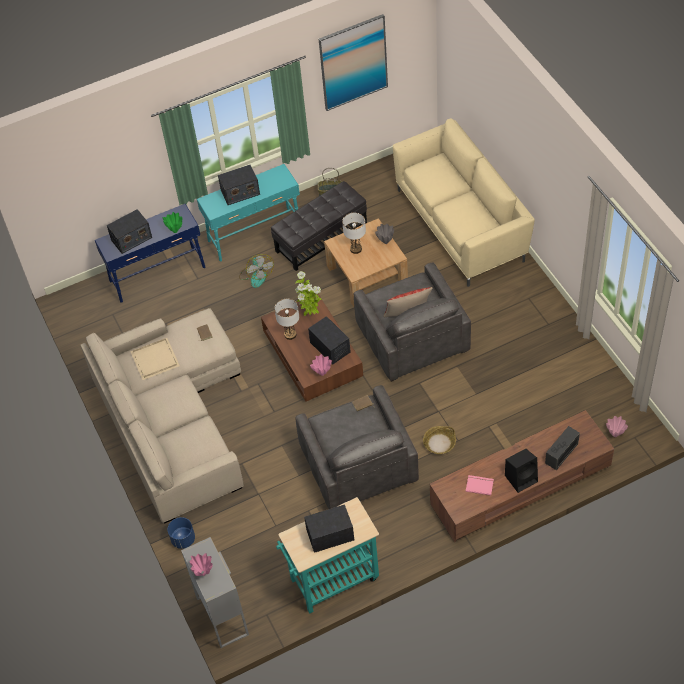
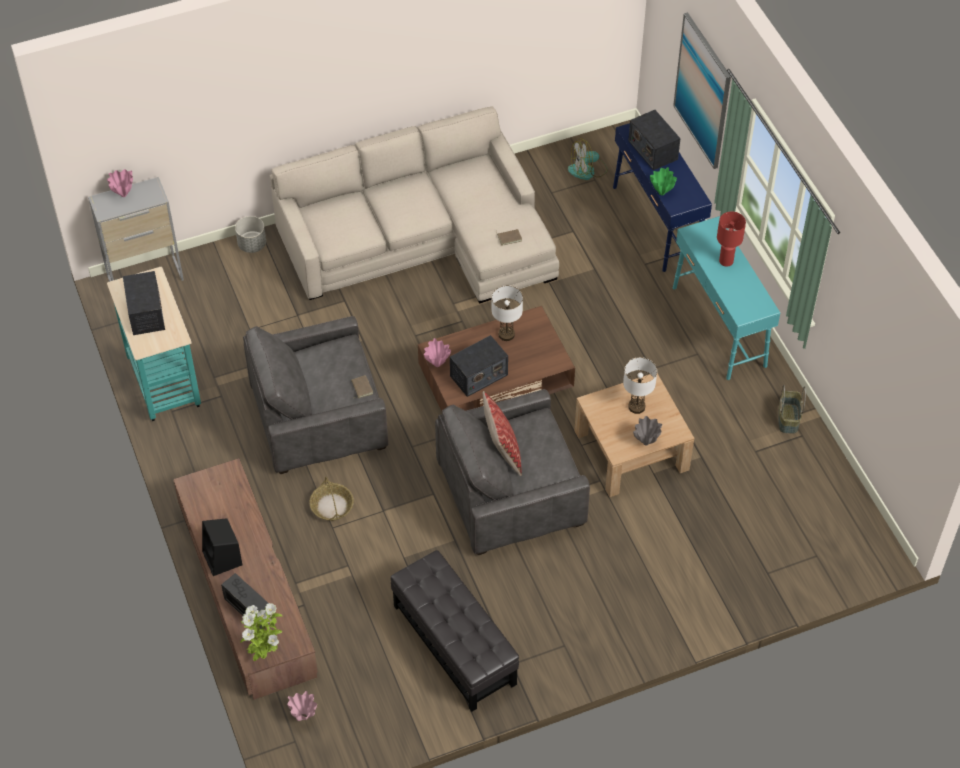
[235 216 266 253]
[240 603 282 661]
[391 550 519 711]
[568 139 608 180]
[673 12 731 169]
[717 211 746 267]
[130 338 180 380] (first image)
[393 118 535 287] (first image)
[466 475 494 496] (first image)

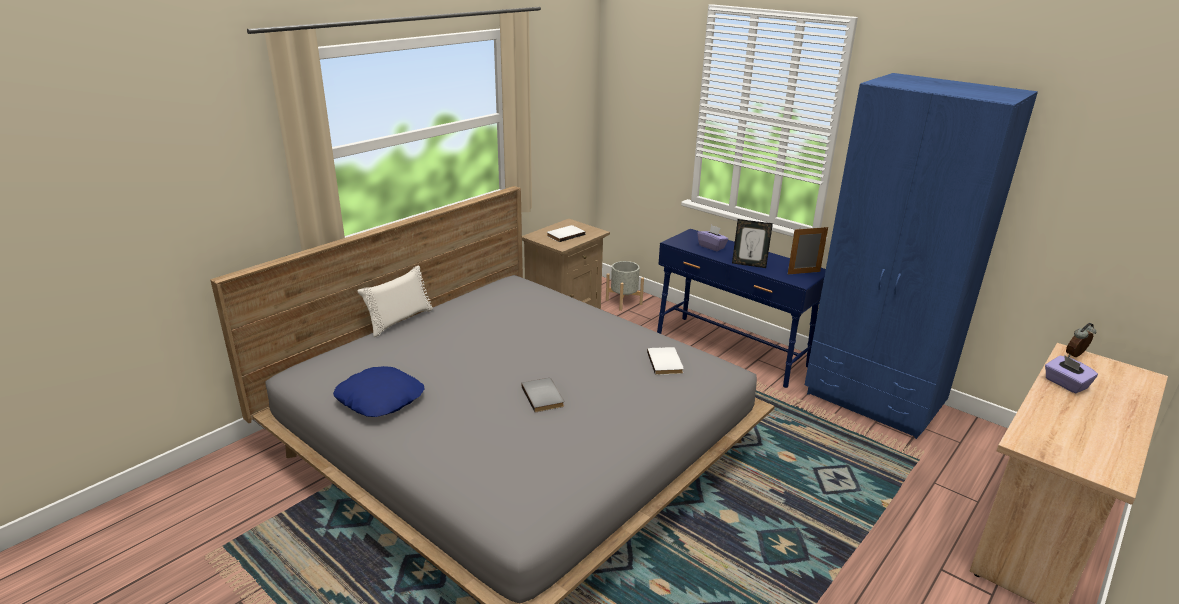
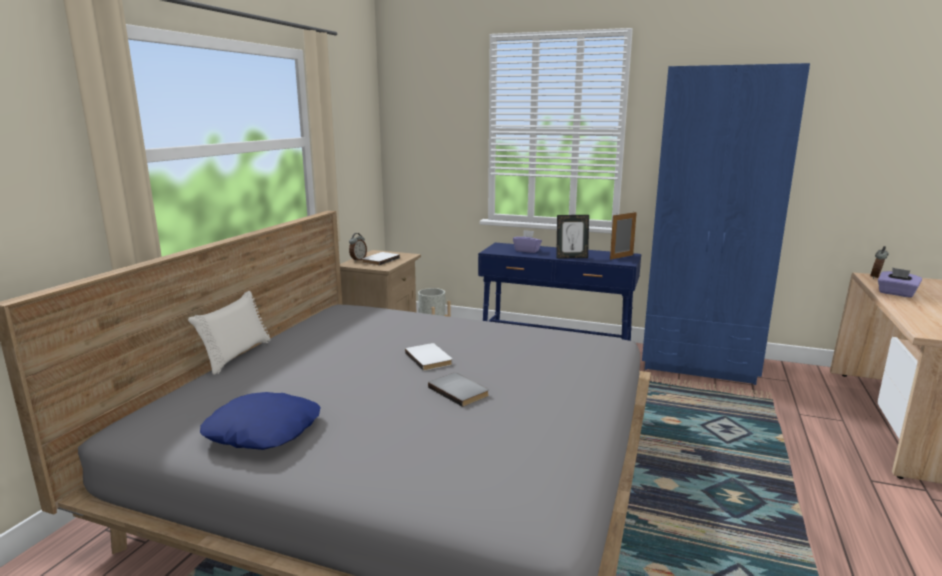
[349 233 367 262]
[405 343 452 371]

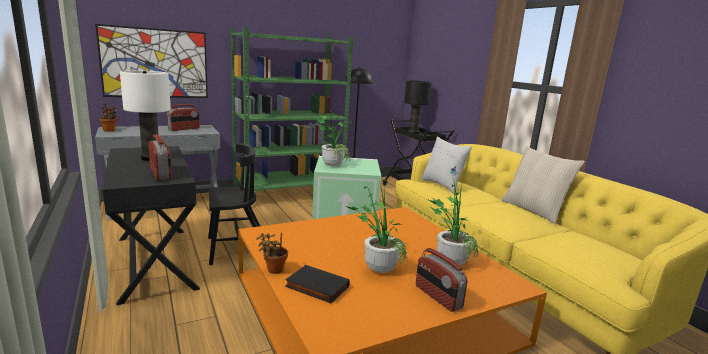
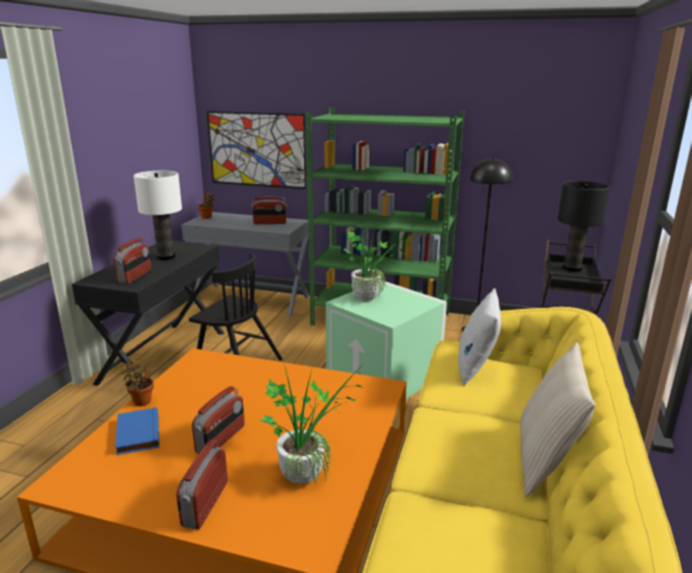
[115 407 159 455]
[192 386 245 454]

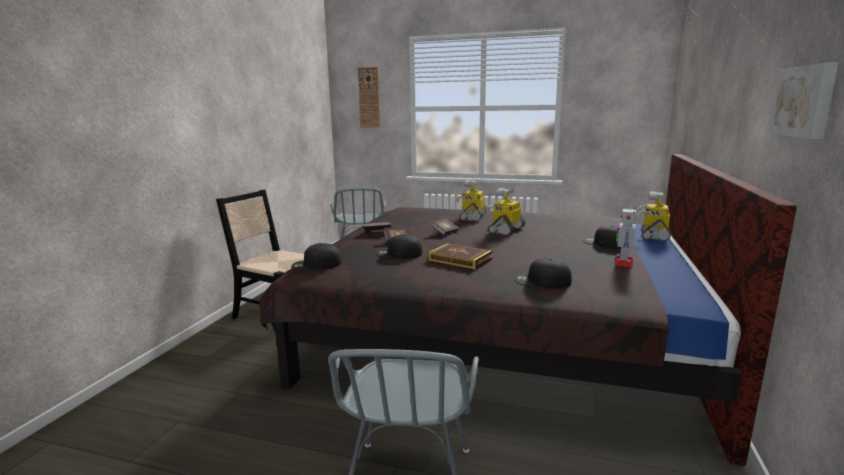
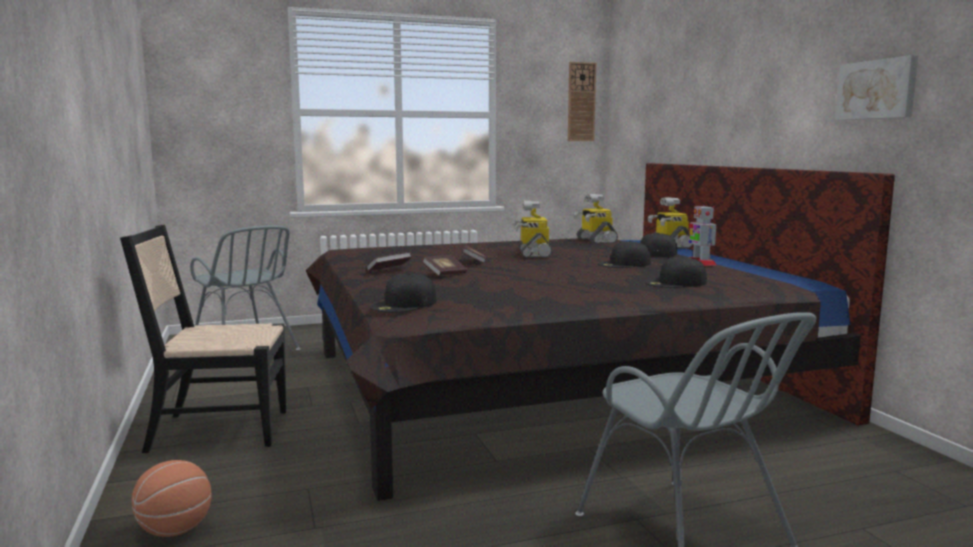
[132 460 212 537]
[568 62 596 141]
[574 194 618 244]
[598 241 651 268]
[429 243 493 270] (first image)

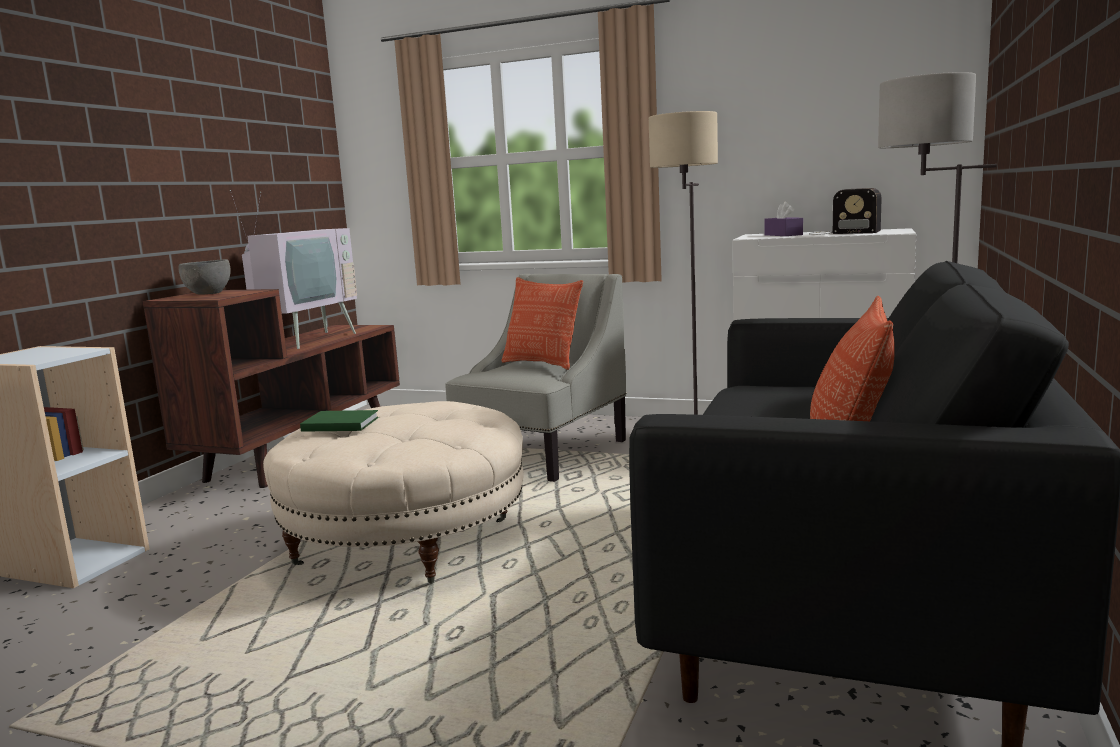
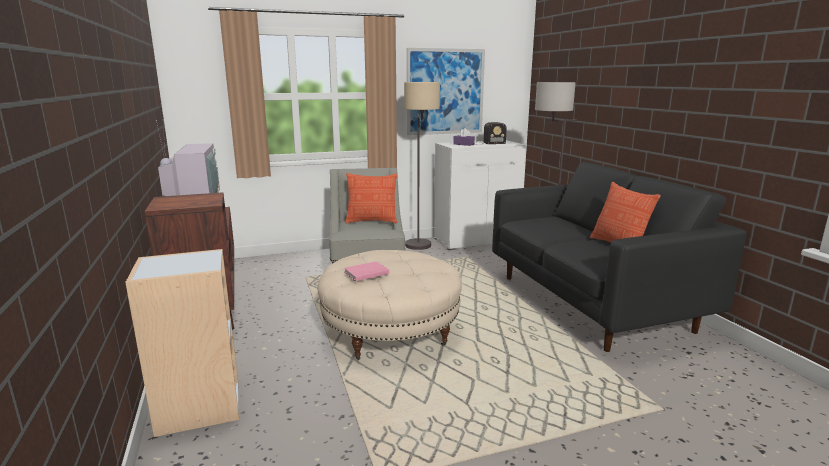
[344 261 389 281]
[407 48 485 135]
[179 259 231 295] (first image)

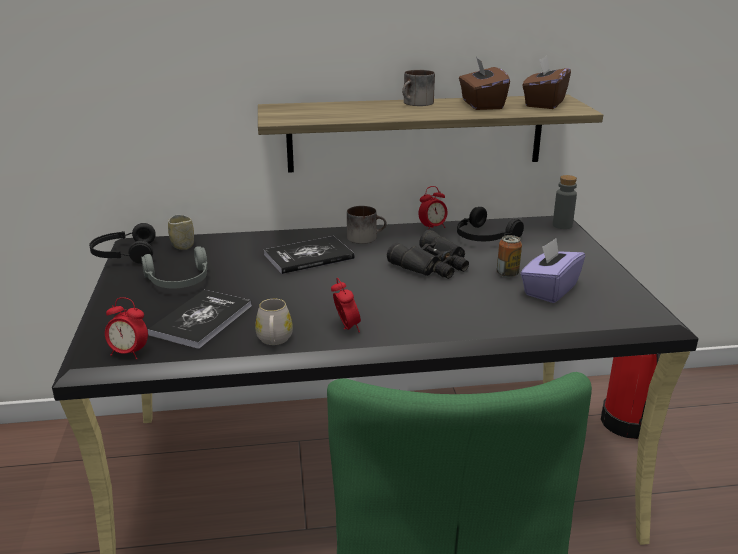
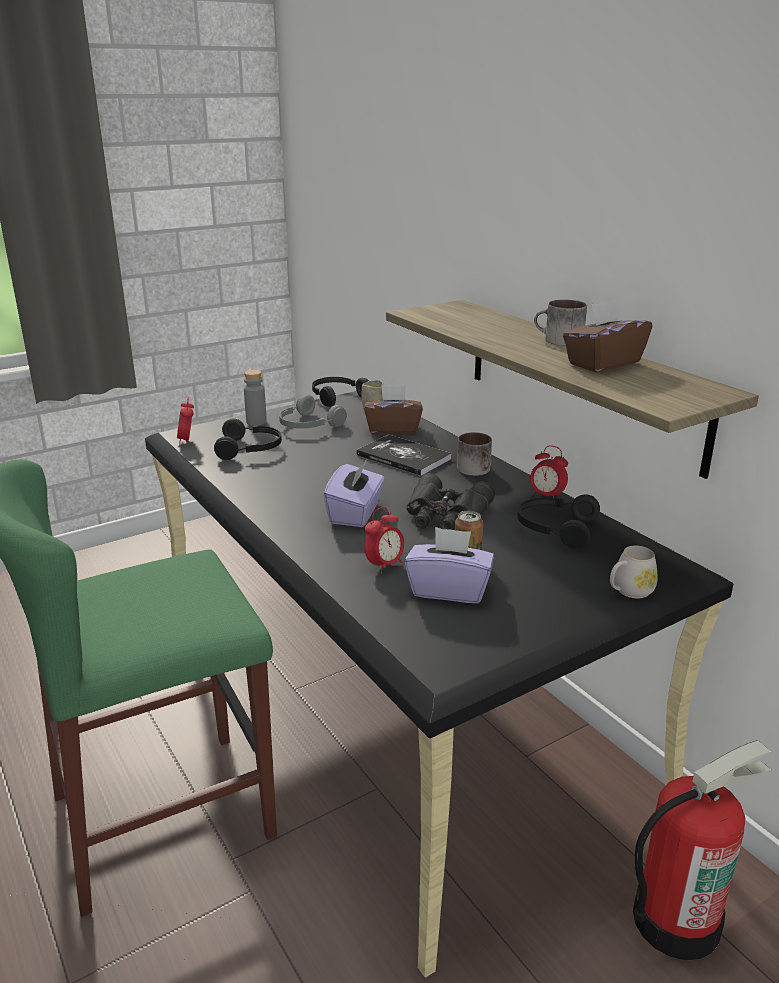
[214 418 282 460]
[244 370 267 426]
[324 460 385 527]
[364 385 423 434]
[364 507 404 574]
[610 545 658 598]

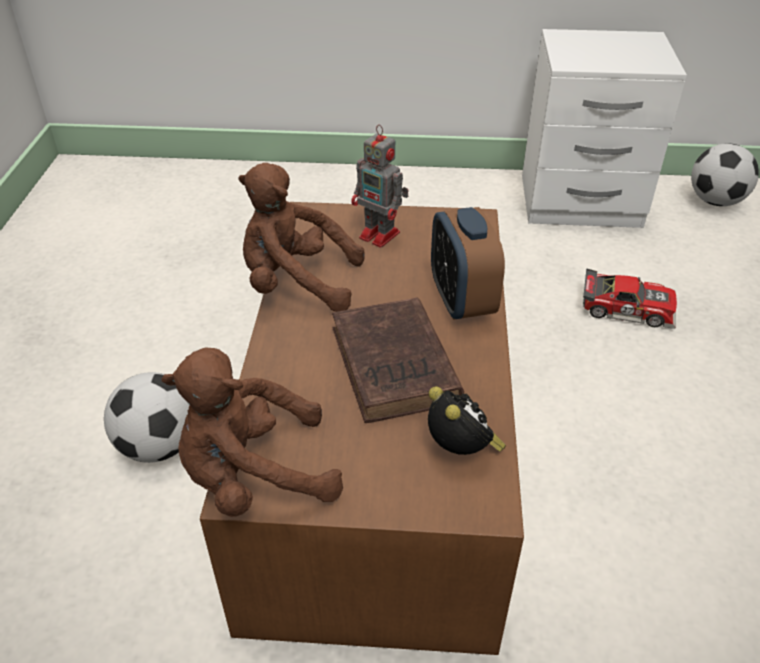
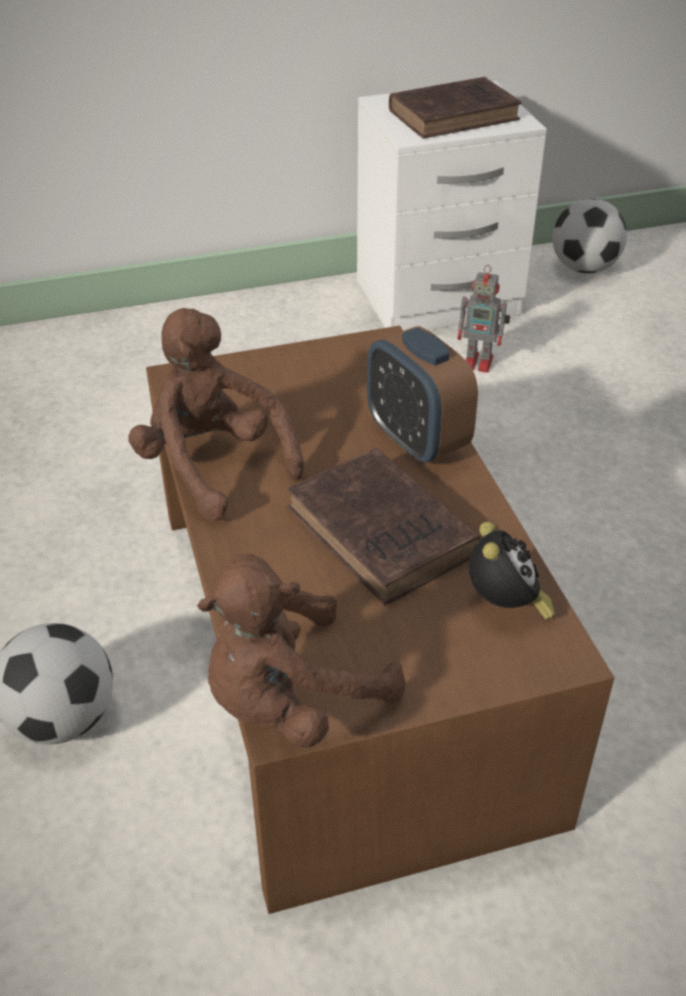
[128 308 304 521]
[389 77 522 139]
[457 265 510 373]
[469 522 555 620]
[583 269 677 329] (first image)

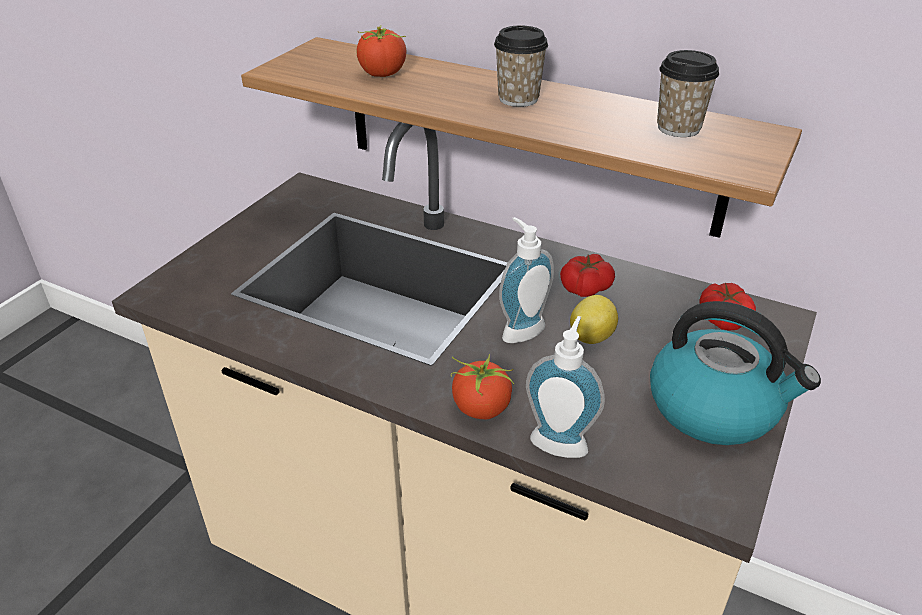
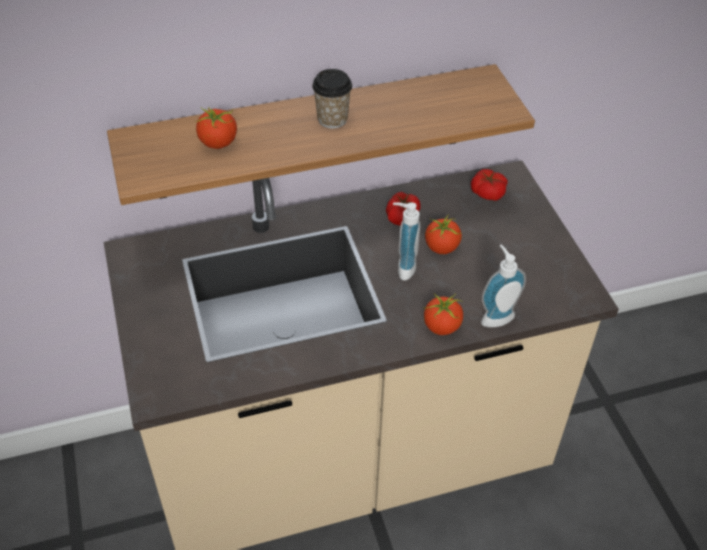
[425 215 462 254]
[650 301 821 445] (first image)
[657 50 719 137] (first image)

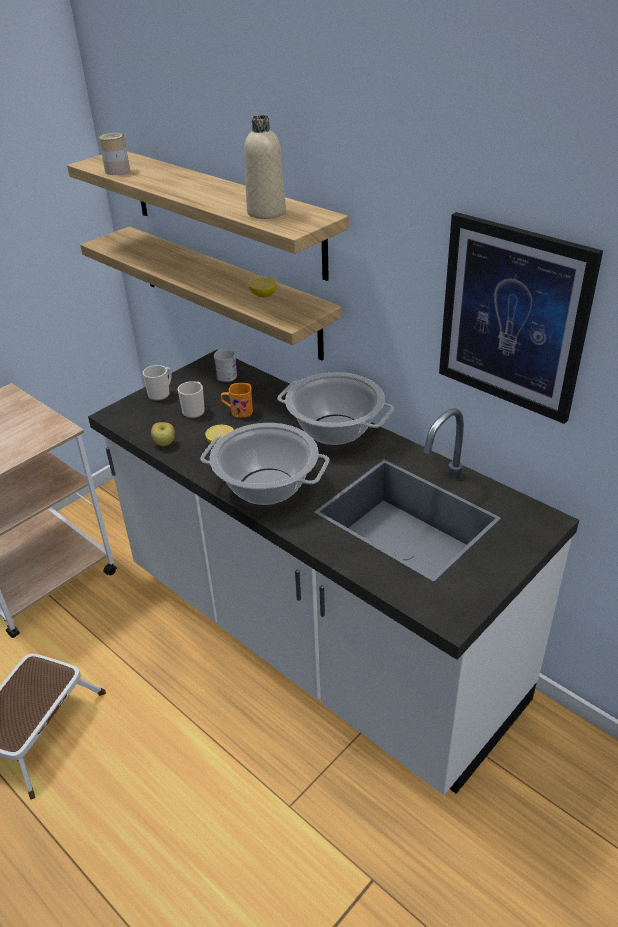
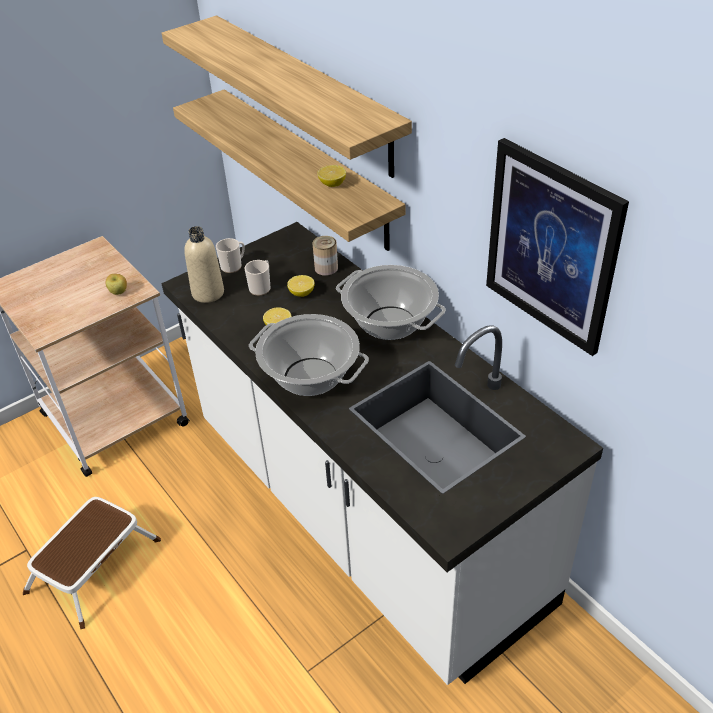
[105 274 127 295]
[184 226 224 303]
[287 275 315 297]
[312 236 338 276]
[214 349 237 382] (first image)

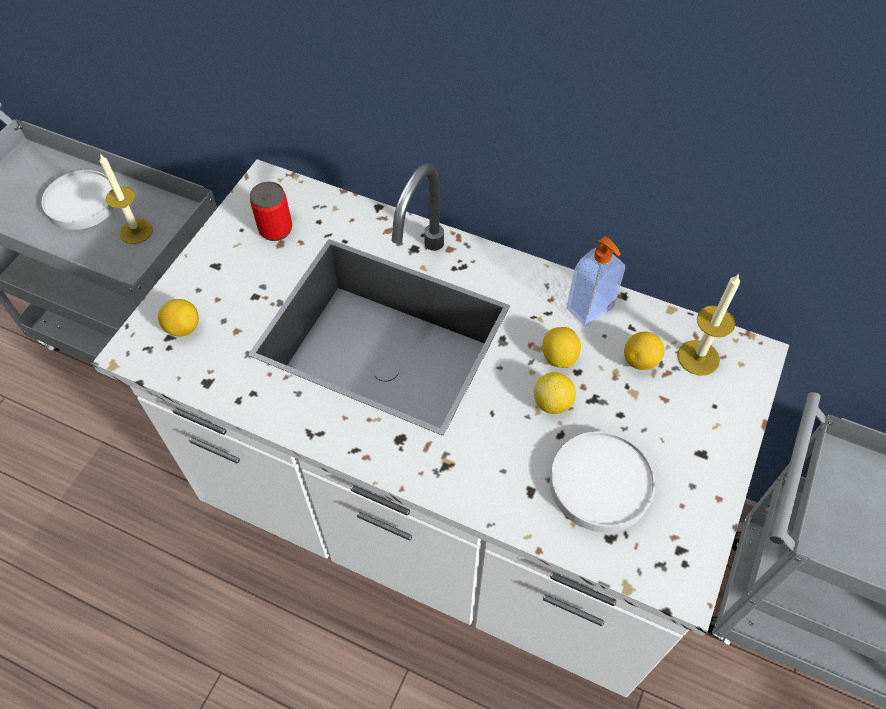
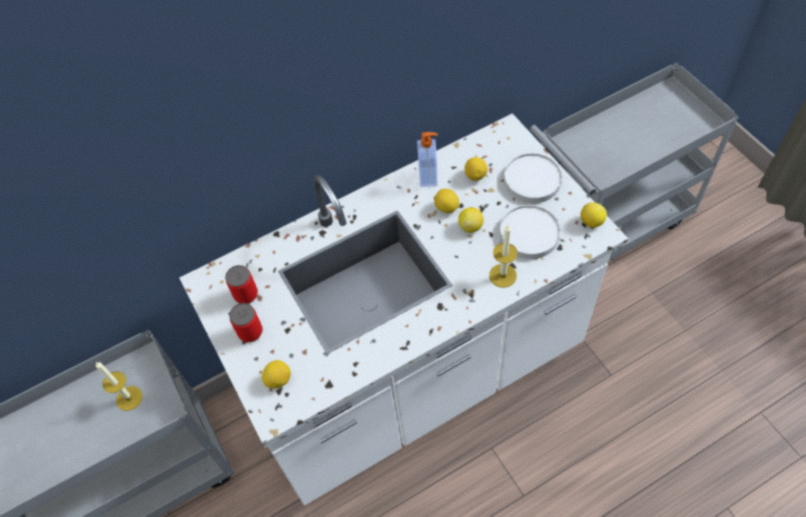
[229 303 263 342]
[489 225 518 288]
[504 153 562 203]
[580 202 607 228]

